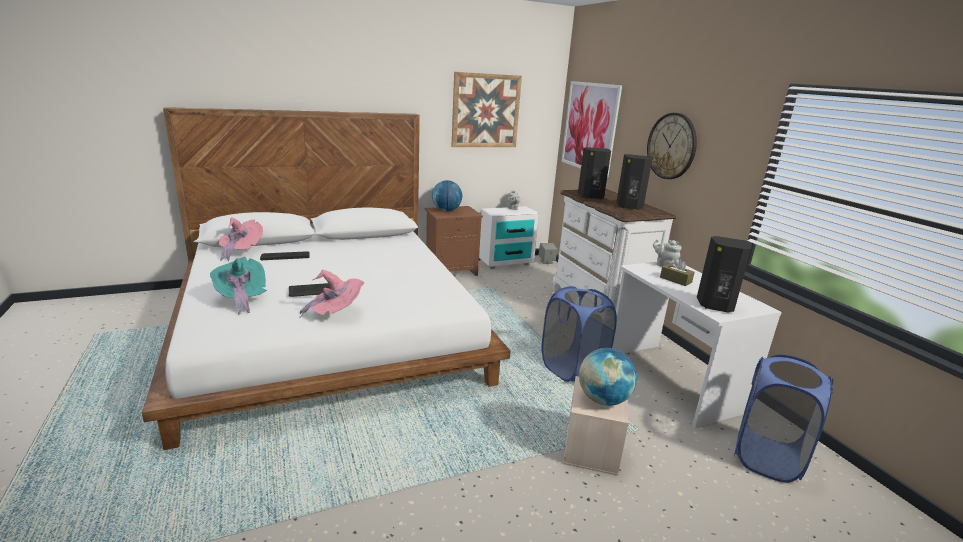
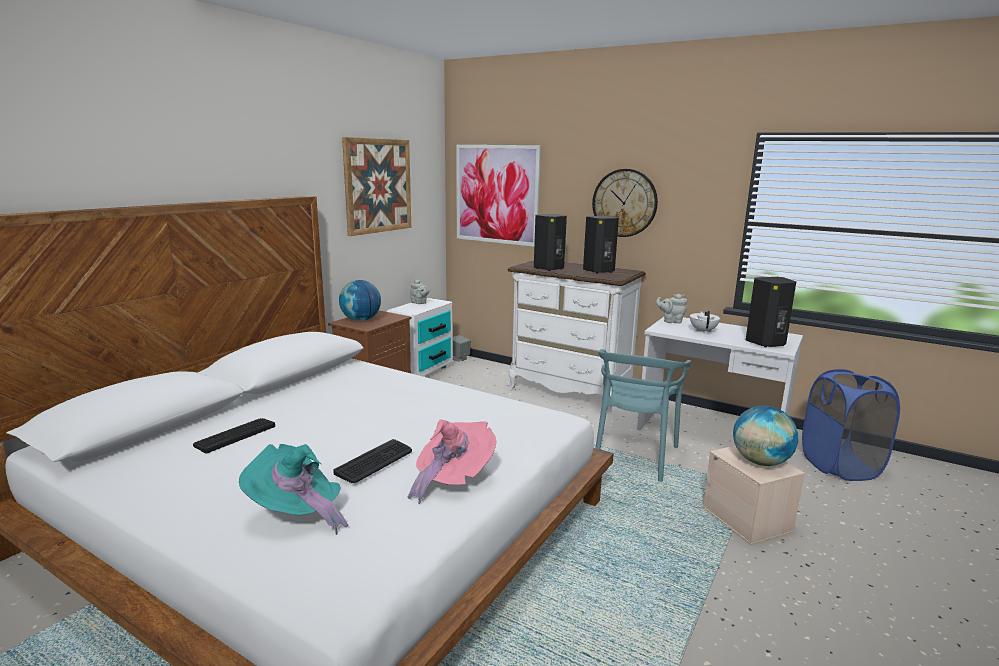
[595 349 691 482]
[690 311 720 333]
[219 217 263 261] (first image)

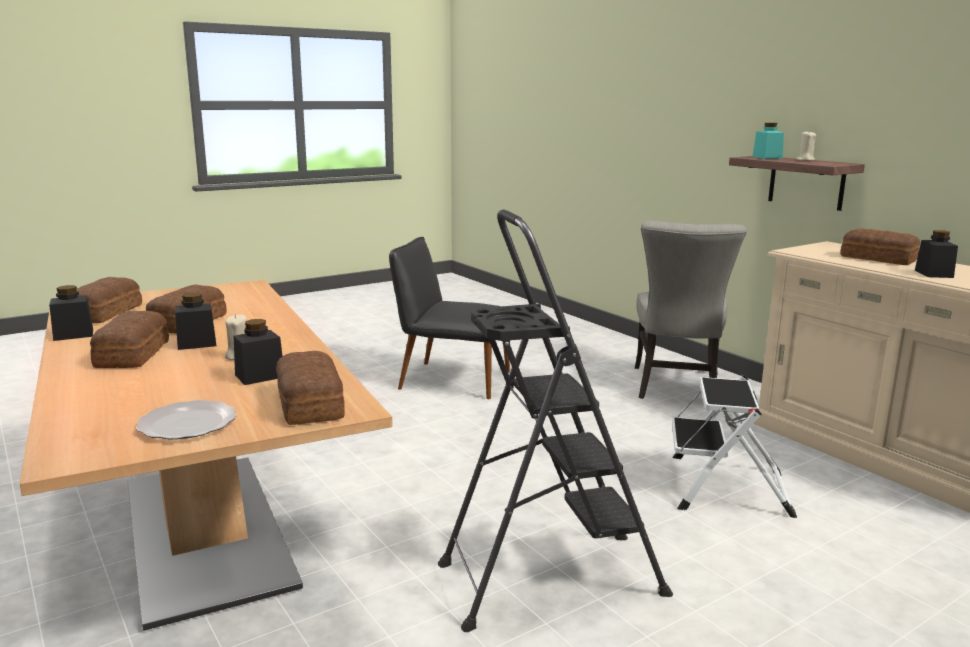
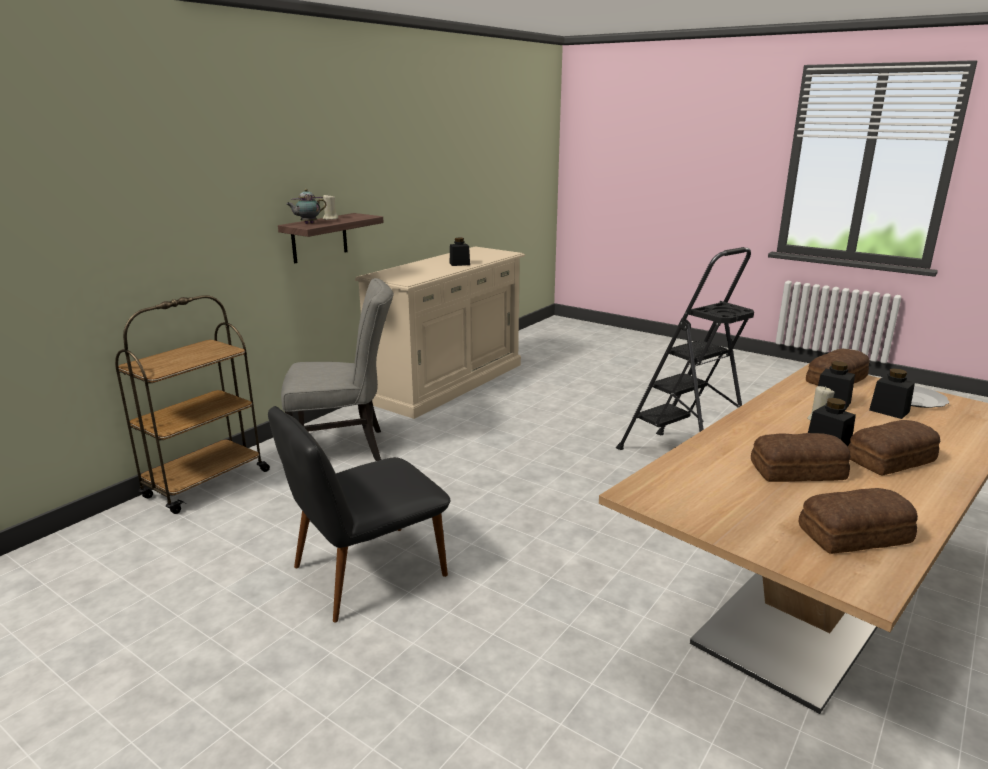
[115 295 270 514]
[268 406 450 622]
[286 189 327 224]
[869 368 915 419]
[672 374 797 518] (first image)
[840 229 920 265] (first image)

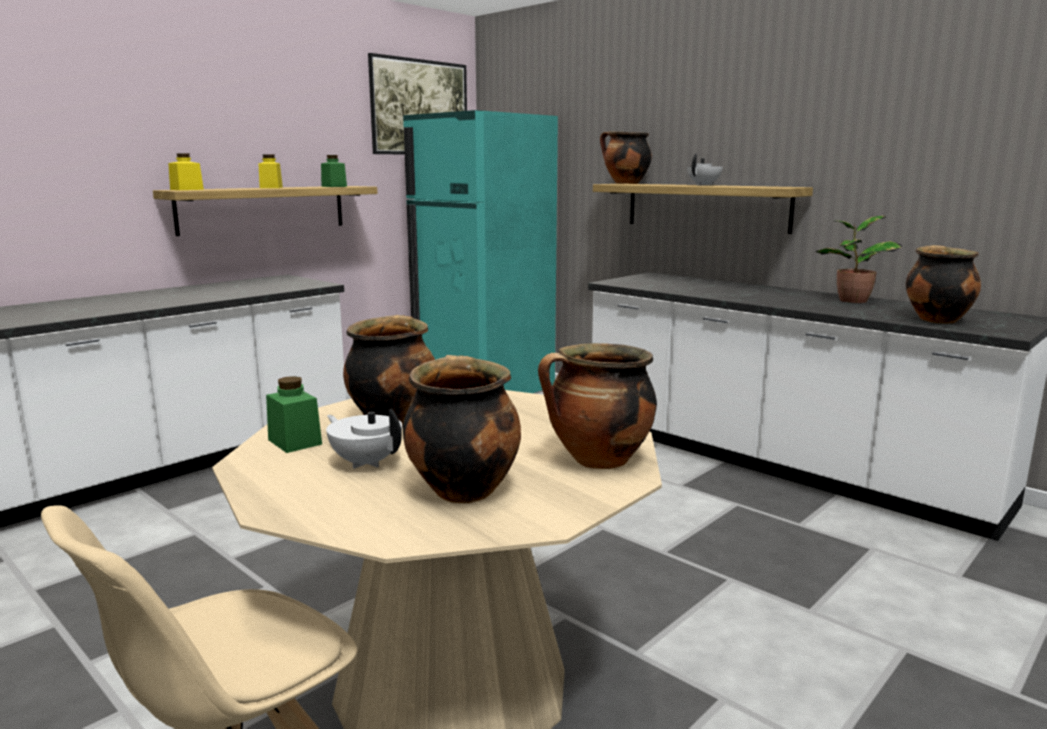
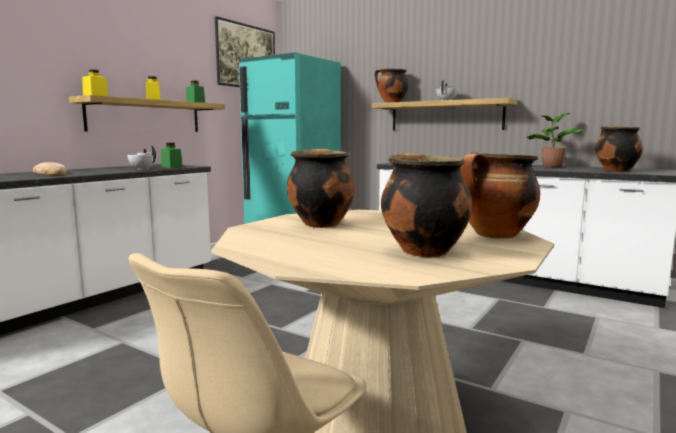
[33 162 67 175]
[127 146 157 170]
[161 143 183 168]

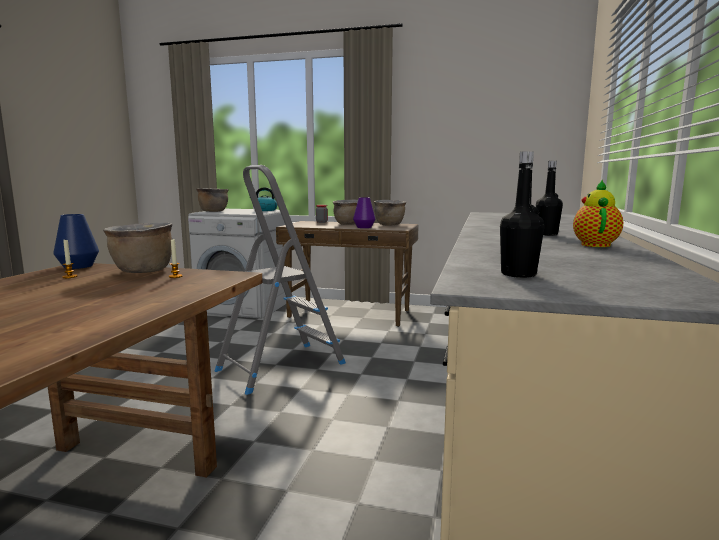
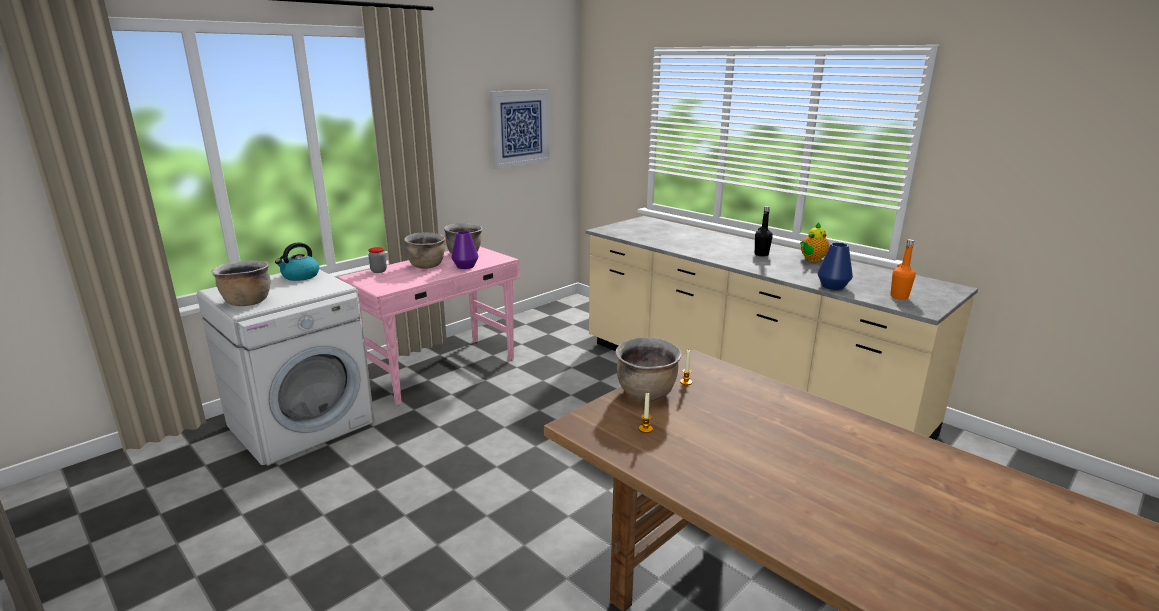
[337 247 520 405]
[490 89 550 169]
[800 223 829 261]
[817 243 853 290]
[890 239 916 300]
[215 165 346 395] (first image)

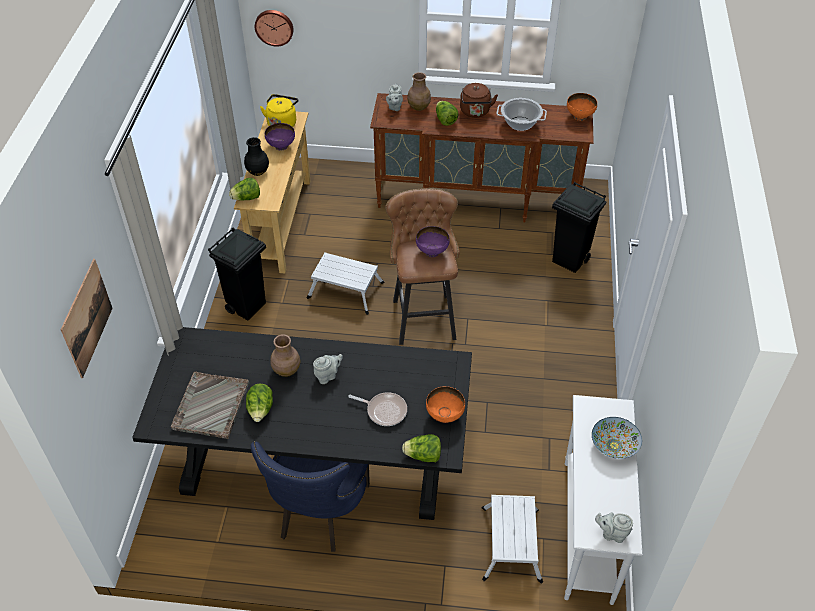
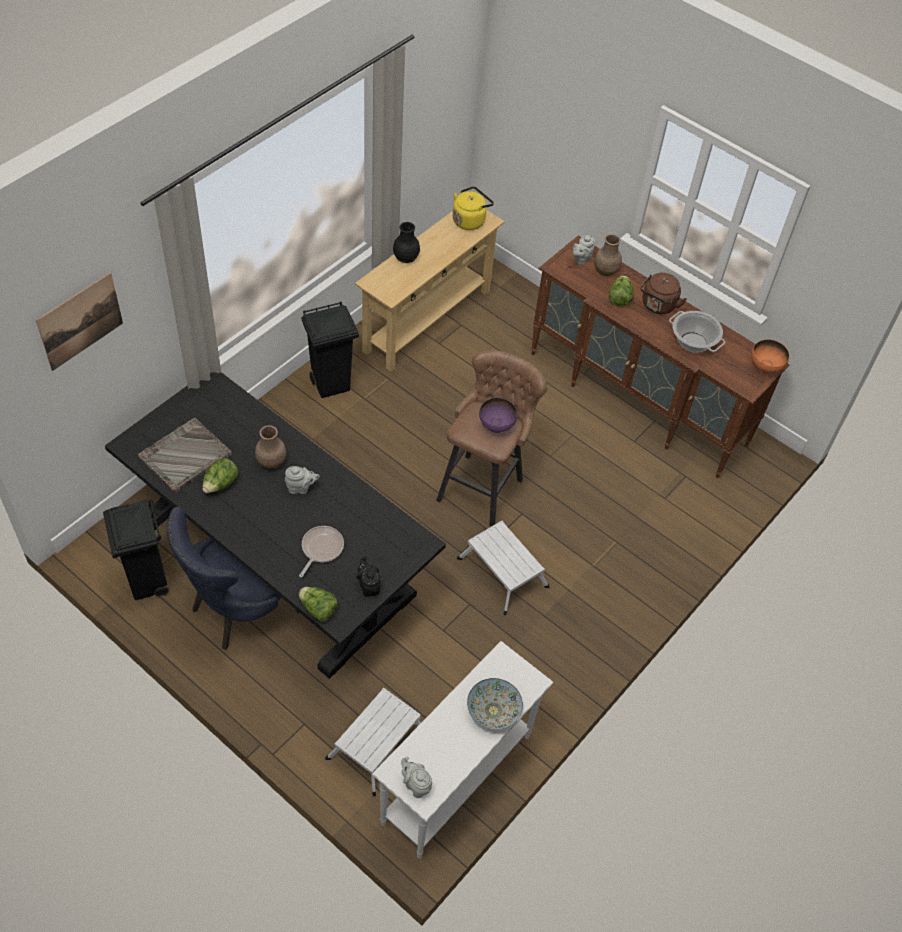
[103 500 169 600]
[299 526 344 577]
[356 556 381 597]
[457 521 550 615]
[229 178 260 201] (first image)
[255 10 293 47] (first image)
[265 123 295 151] (first image)

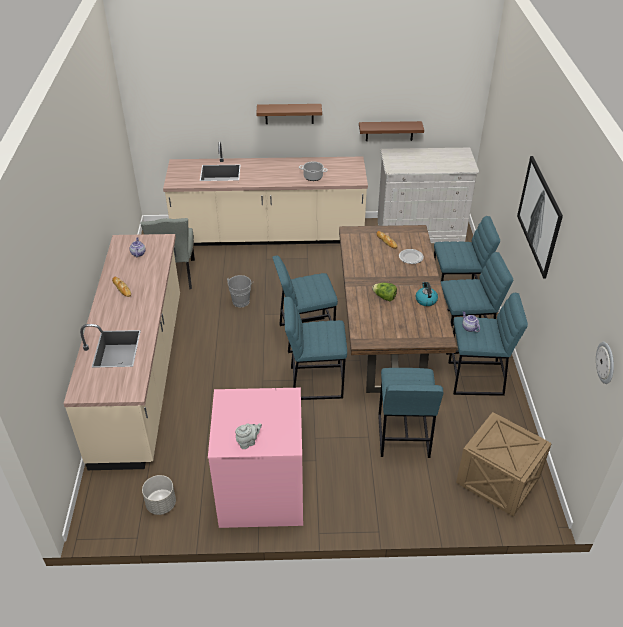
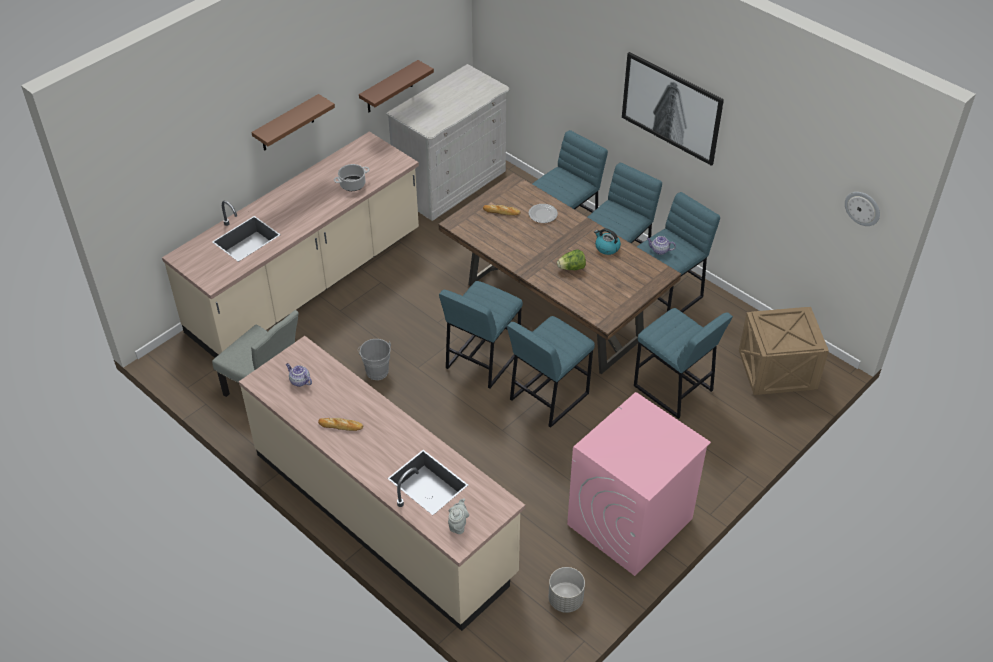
[448 498 469 534]

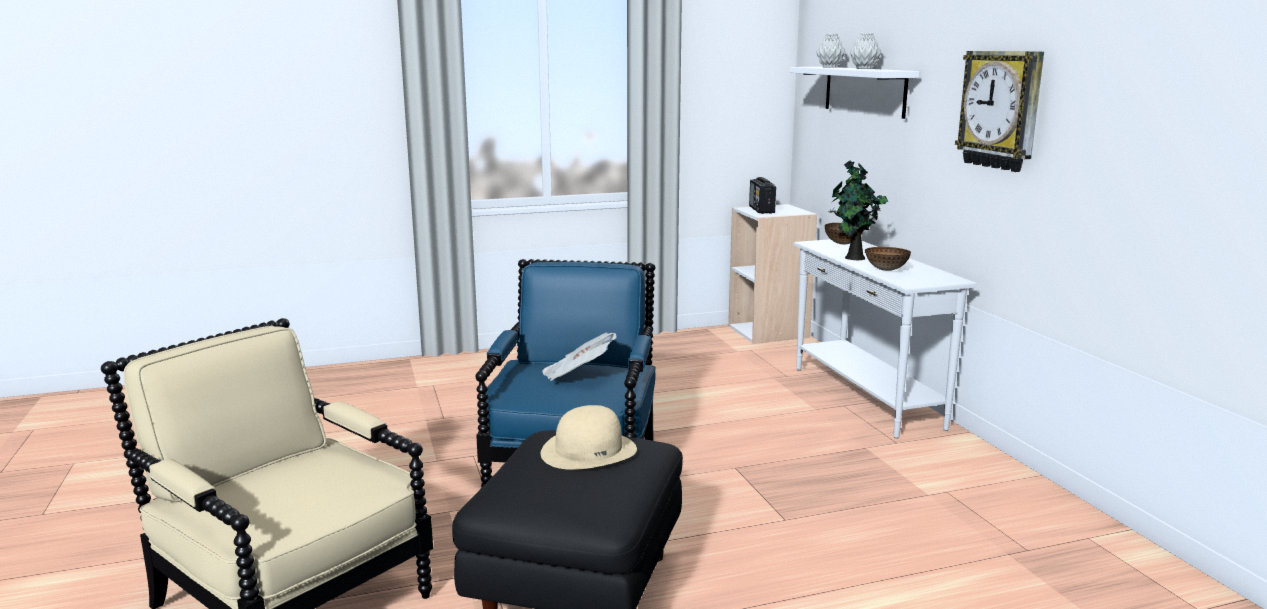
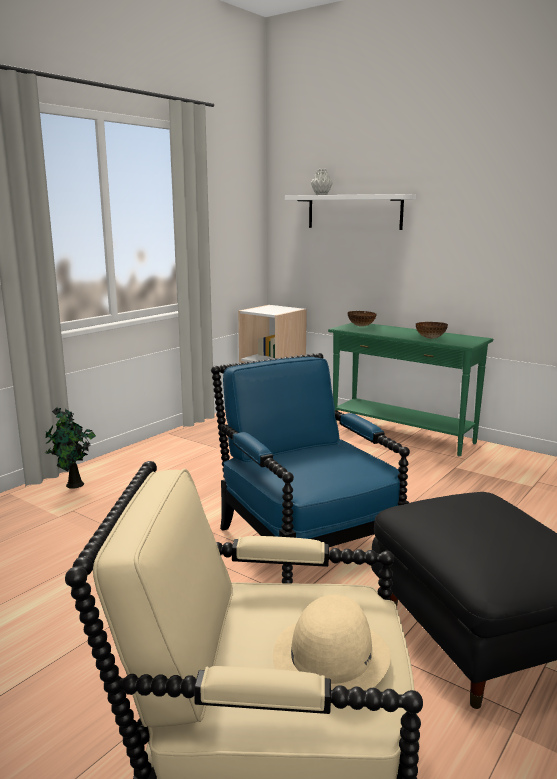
[45 407 96 489]
[273 594 391 691]
[328 323 493 457]
[542 333 617 381] (first image)
[749 177 776 214] (first image)
[850 33 881 69] (first image)
[955 51 1044 172] (first image)

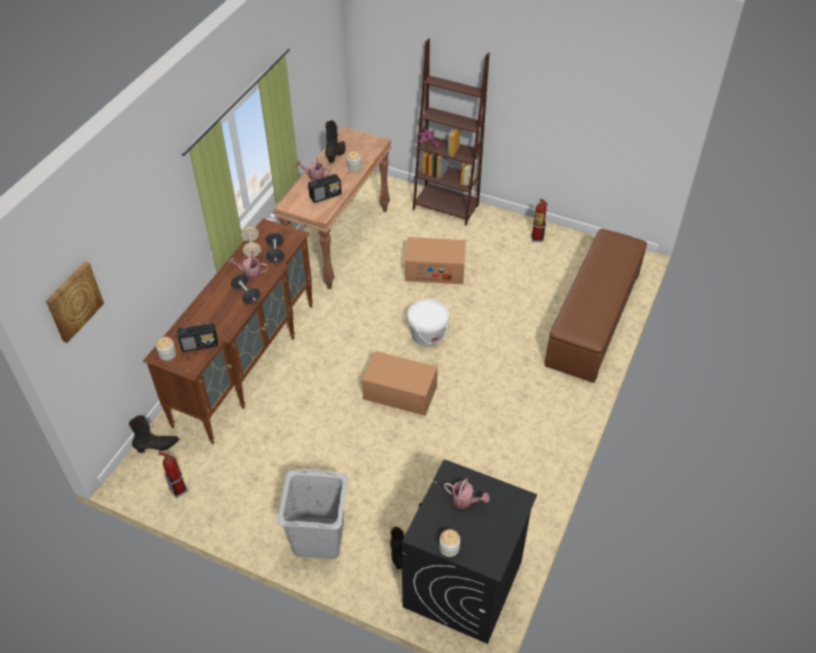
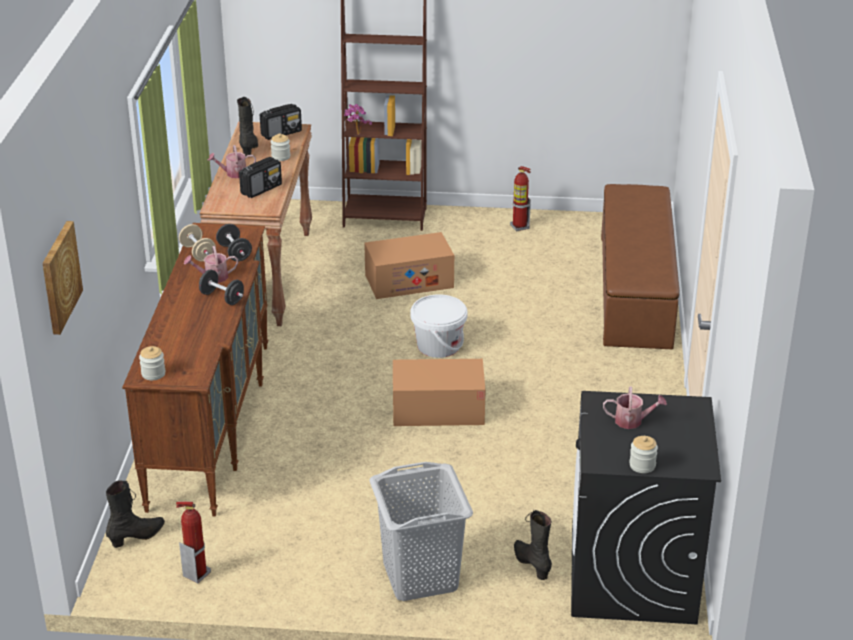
[260 104 302 140]

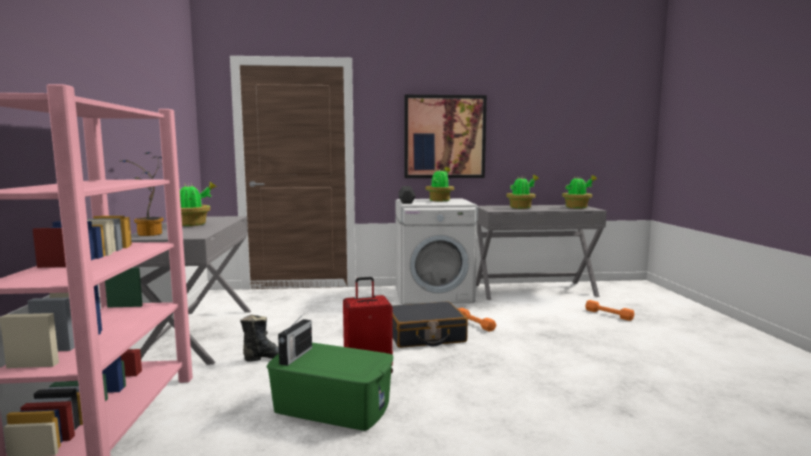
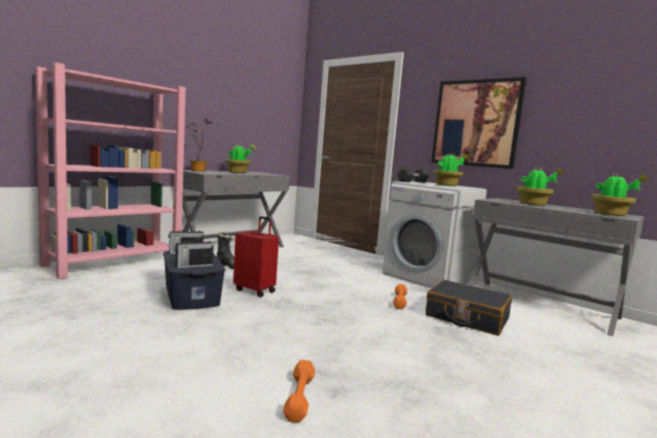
[163 251 225 310]
[175 236 214 269]
[283 360 315 422]
[425 280 512 336]

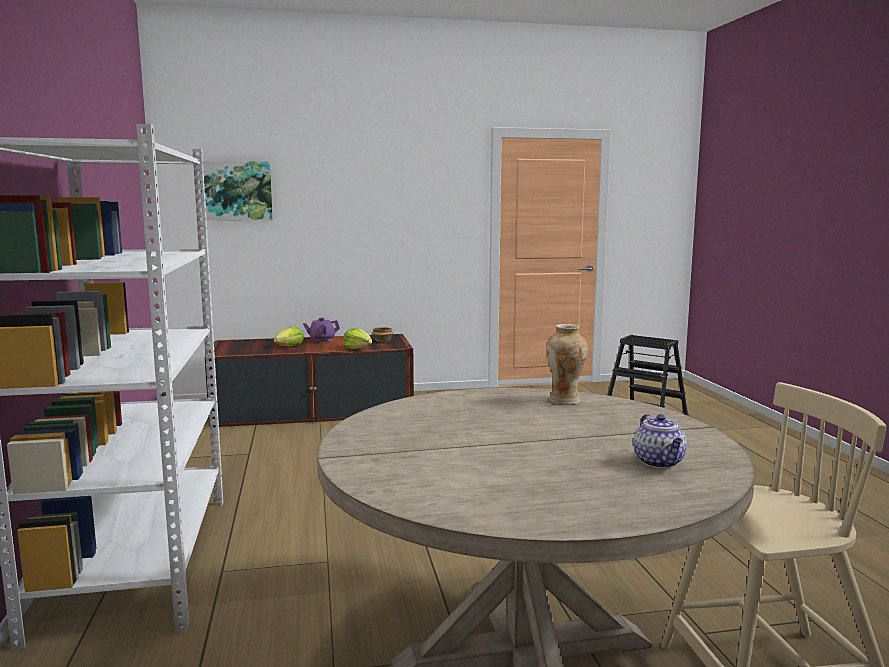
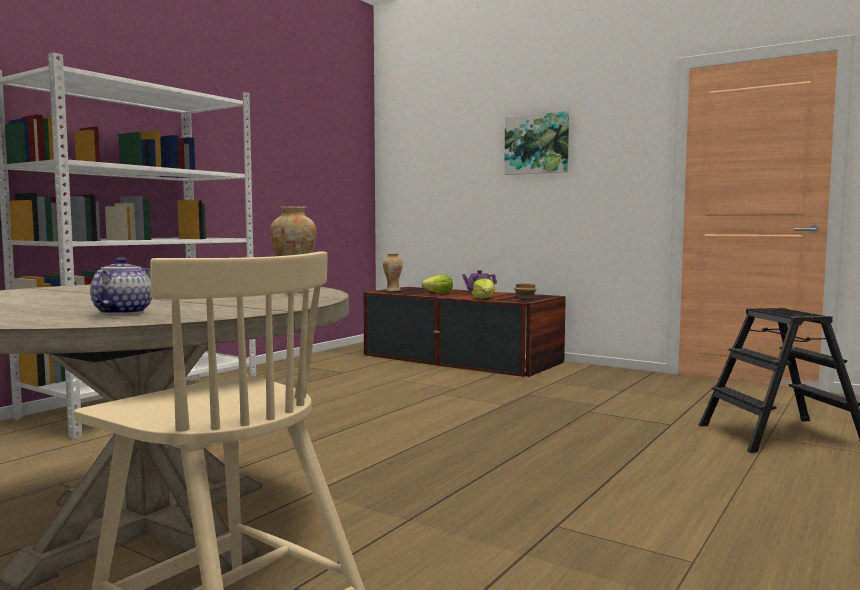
[90 257 152 315]
[383 253 403 291]
[504 111 569 175]

